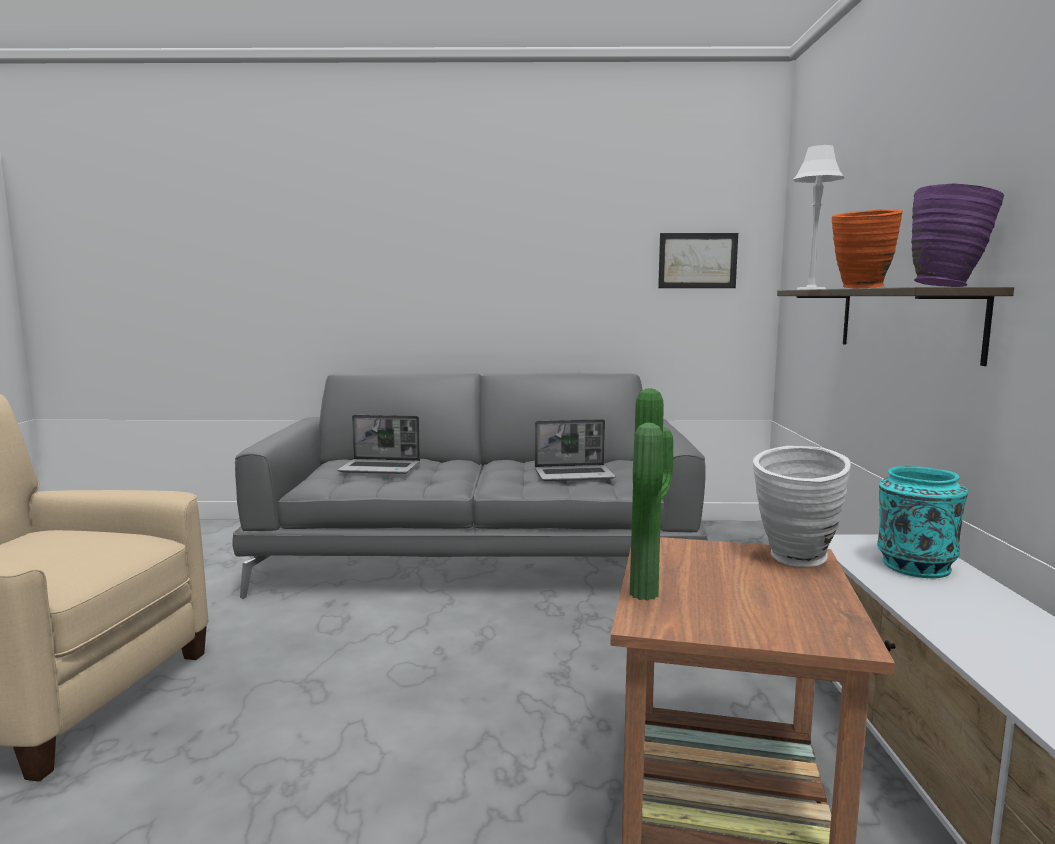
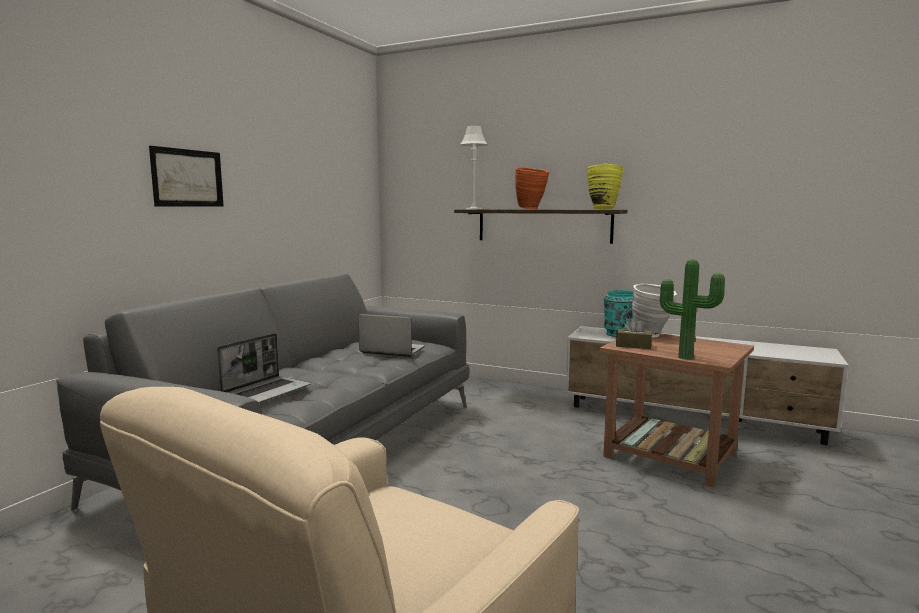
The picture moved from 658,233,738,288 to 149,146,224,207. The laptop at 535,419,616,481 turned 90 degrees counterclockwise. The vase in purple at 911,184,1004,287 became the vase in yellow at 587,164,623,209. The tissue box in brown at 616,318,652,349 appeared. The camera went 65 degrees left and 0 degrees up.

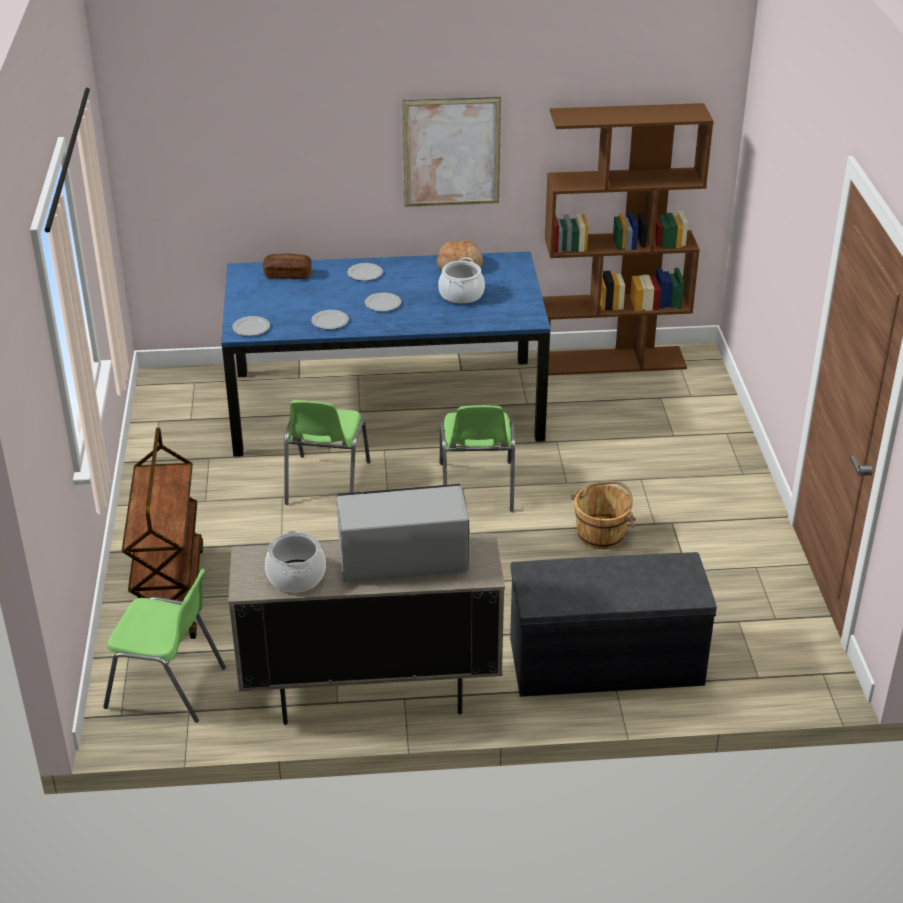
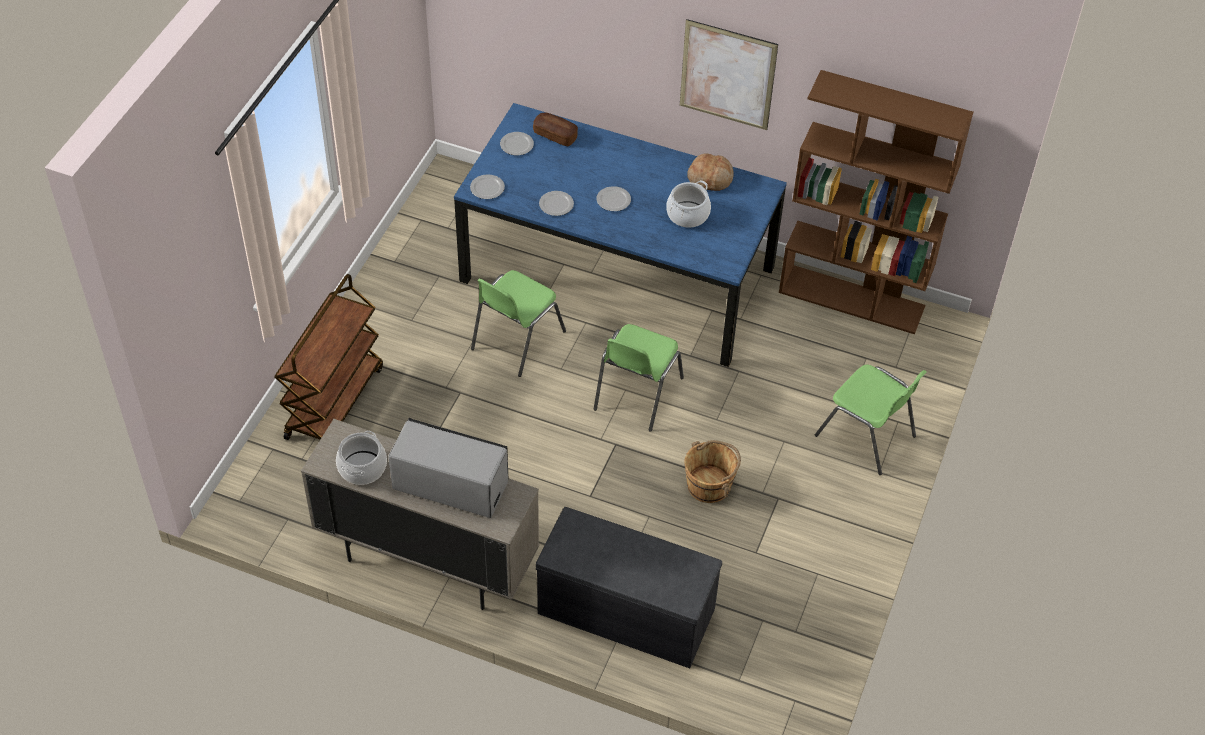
The plate moved from 347,263,383,281 to 500,132,534,155. The chair in green moved from 103,569,226,723 to 815,364,927,475. The camera went 25 degrees right and 15 degrees up.

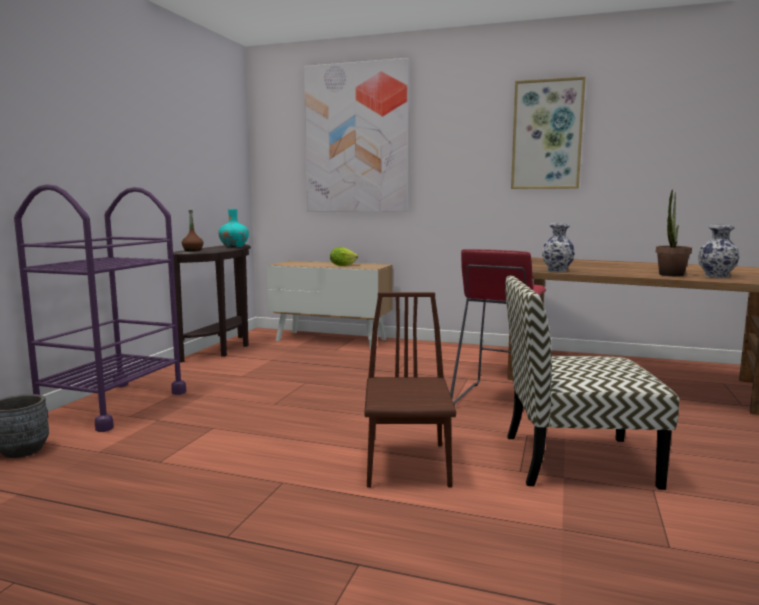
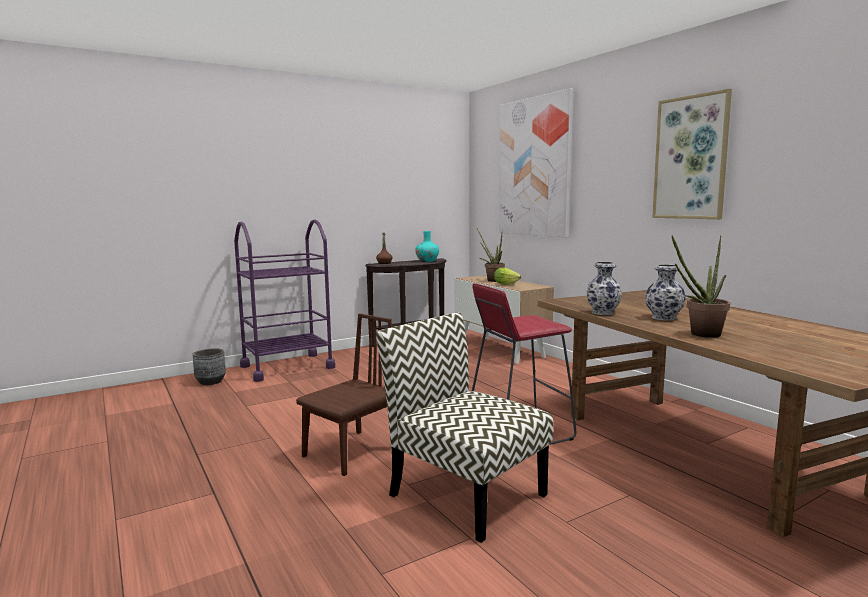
The potted plant at 477,229,505,282 appeared. The vase moved from 698,225,740,278 to 645,264,686,321. The camera went 40 degrees right and 0 degrees up.

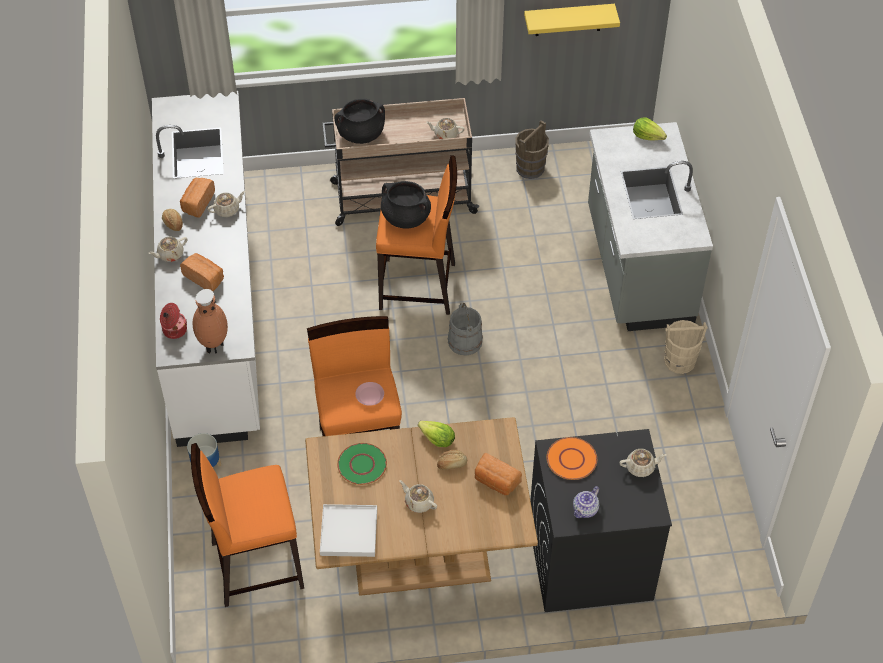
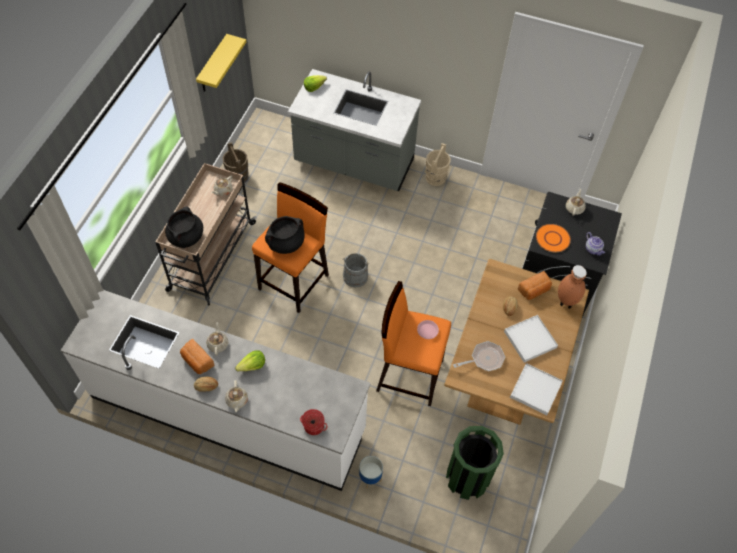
The lettuce moved from 418,421,455,447 to 235,350,265,371. The stool in orange at 191,443,304,607 was replaced by the trash can in green at 446,426,504,500. The plate in green at 337,443,387,485 was replaced by the frying pan at 453,341,505,371. The teapot in beige at 399,480,438,513 was replaced by the tray in white at 504,315,558,363. The vase in brown moved from 193,289,228,354 to 558,265,587,309. The bread at 180,253,224,291 disappeared. The camera went 65 degrees left and 5 degrees up.

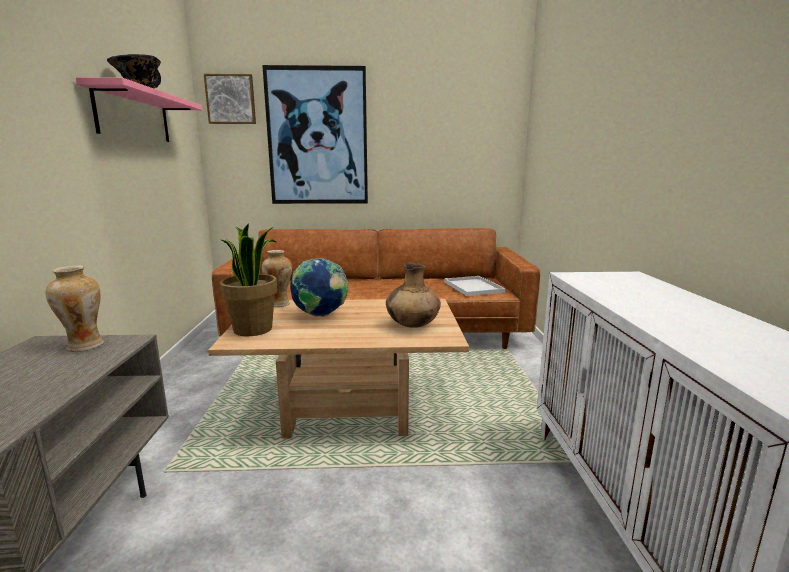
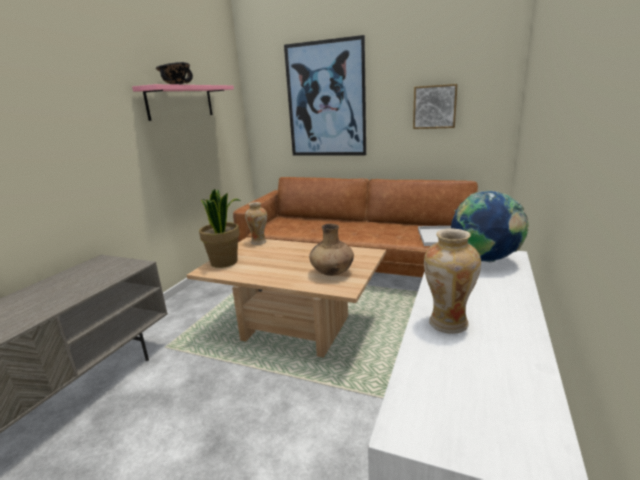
The picture moved from 204,74,256,124 to 413,84,458,129. The vase moved from 46,265,104,352 to 424,229,481,334. The globe moved from 290,258,348,317 to 451,191,529,262. The camera went 25 degrees right and 5 degrees up.

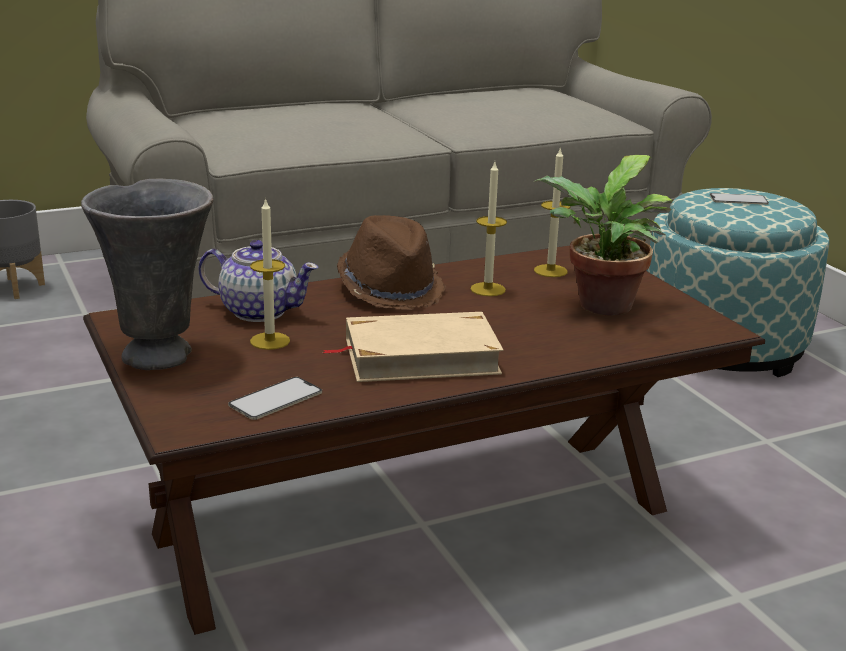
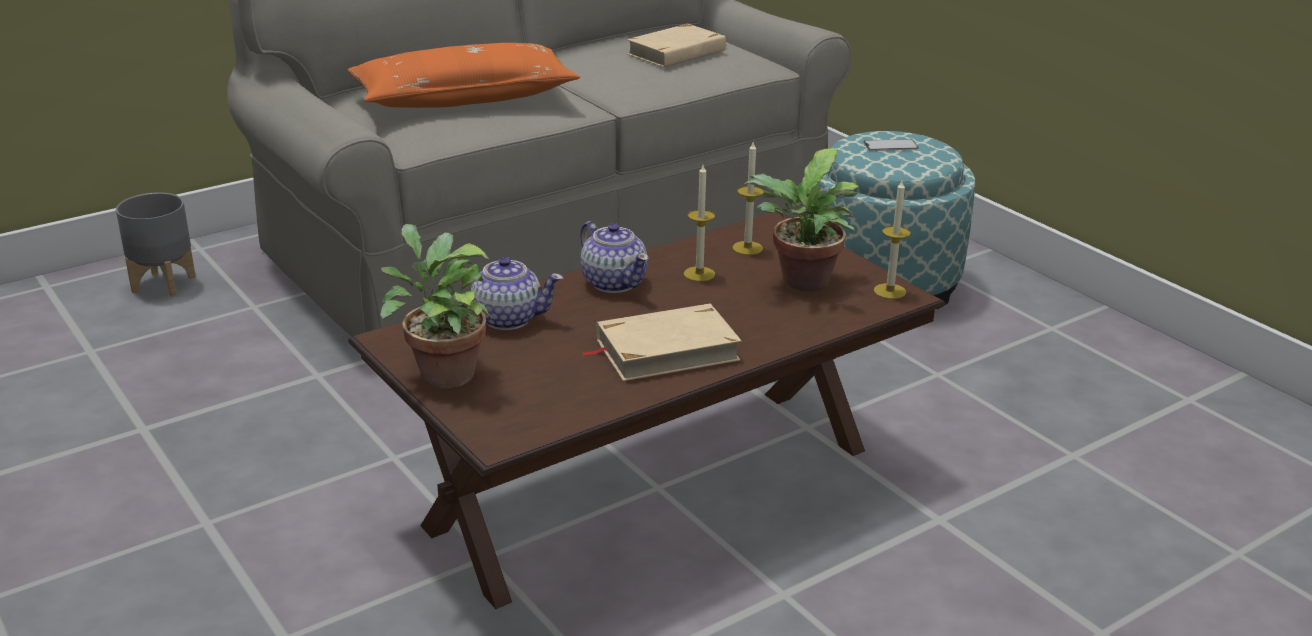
The pillow in orange at 347,43,580,108 appeared. The vase in grey at 81,179,214,370 was replaced by the potted plant at 380,224,492,389. The hat in brown at 337,215,447,310 was replaced by the teapot at 580,221,649,293. The book in beige at 627,24,727,68 appeared. The candle moved from 250,197,290,350 to 874,181,911,299. The phone at 228,377,322,420 disappeared. The camera went 10 degrees left and 5 degrees up.

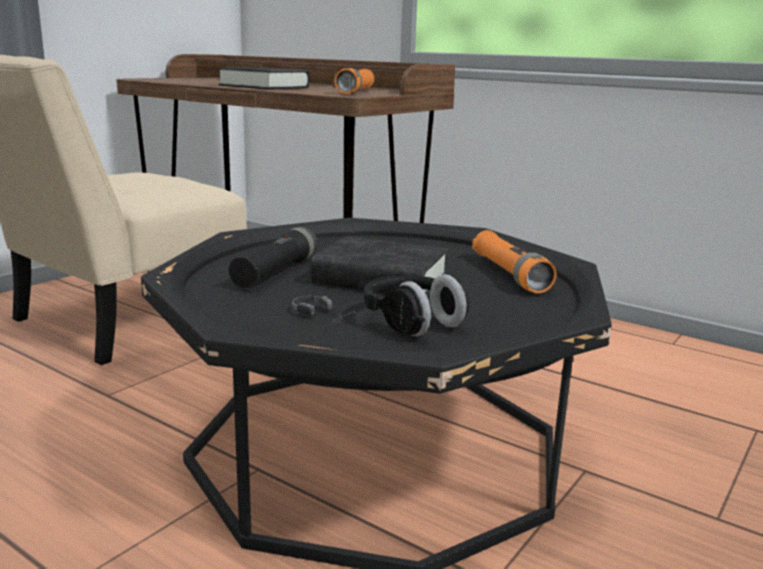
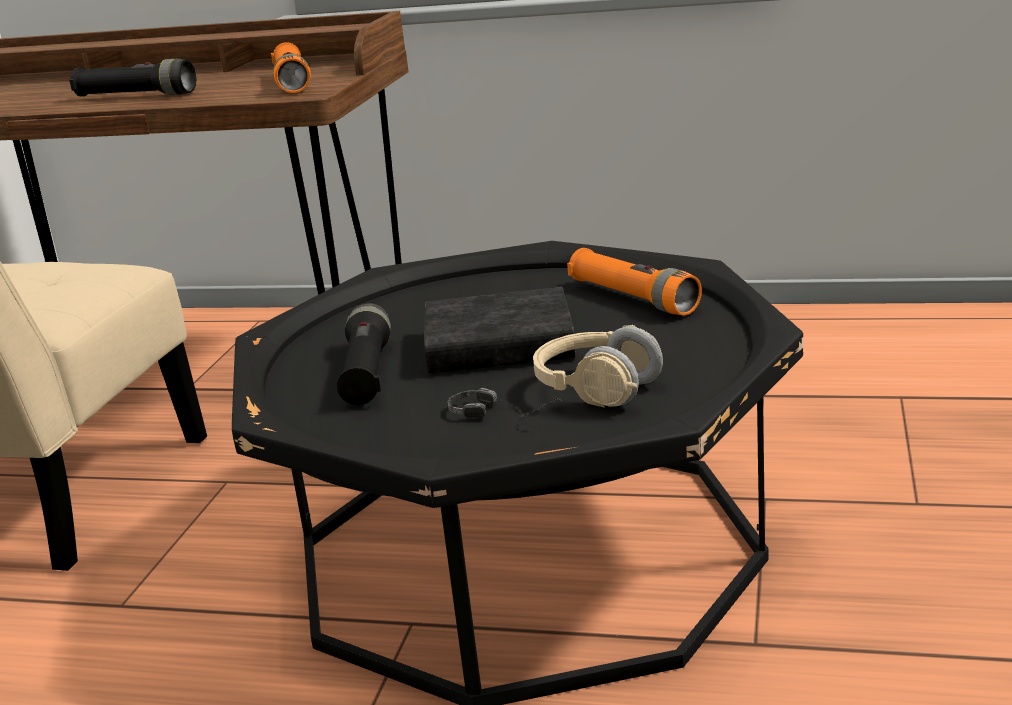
The book in black at 218,67,310,90 was replaced by the flashlight in black at 69,59,196,96. The headphones in black at 364,274,469,336 became the headphones in beige at 533,325,663,408. The camera went 20 degrees left and 5 degrees up.

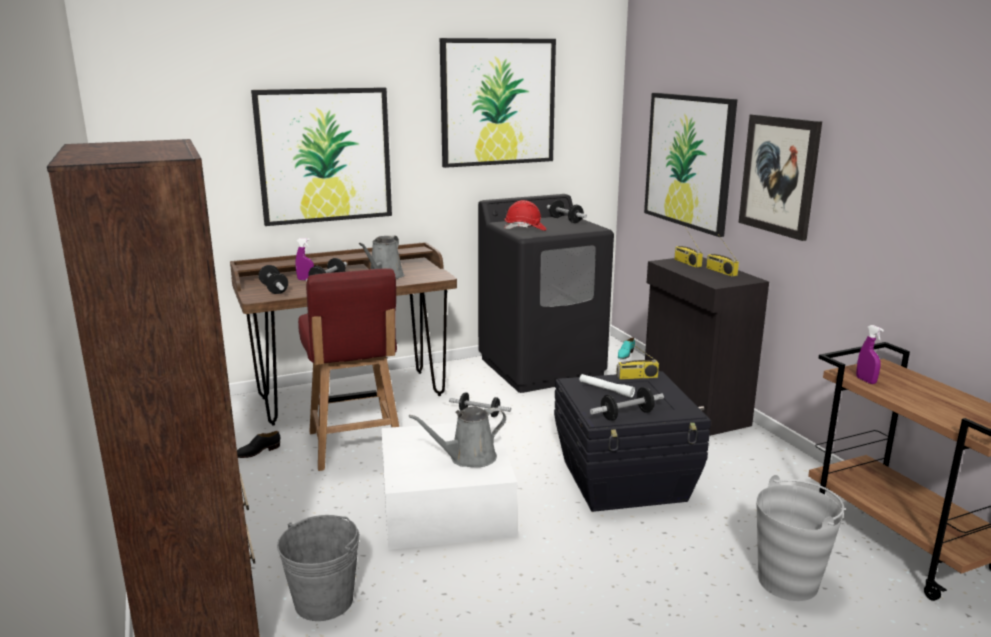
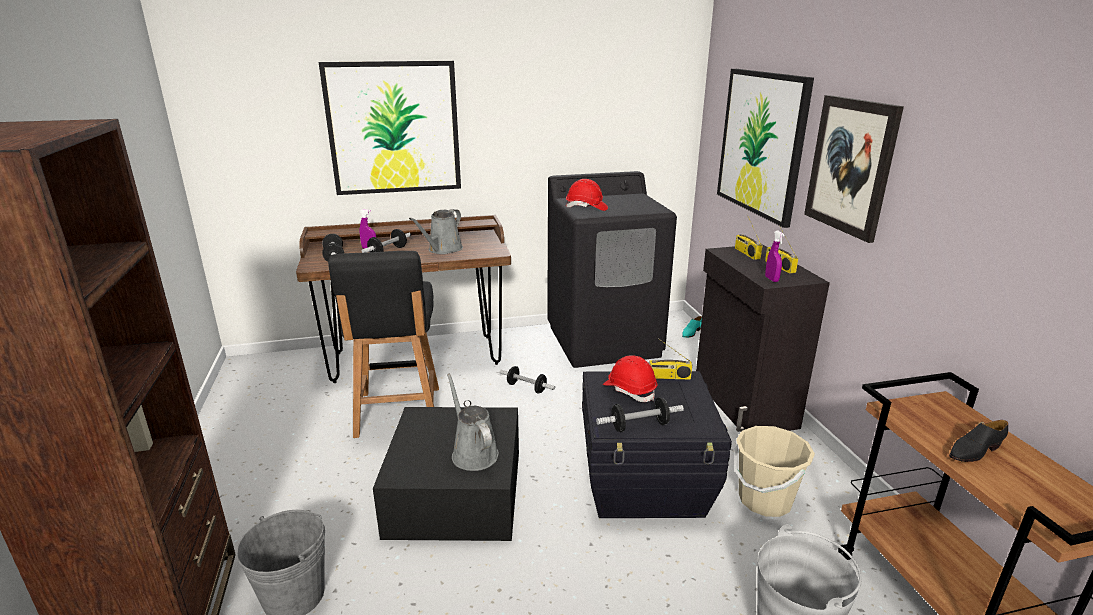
The chair in red at 298,269,399,471 became the chair in black at 328,251,439,438. The storage box in white at 381,420,517,550 became the storage box in black at 373,407,519,541. The watering can in grey at 409,407,506,467 turned 75 degrees clockwise. The flashlight in white at 580,374,635,398 was replaced by the hard hat in red at 603,355,657,402. The bucket in beige at 734,426,815,517 appeared. The spray bottle in purple moved from 856,325,884,384 to 765,231,784,282. The shoe in black moved from 237,431,280,458 to 949,420,1008,462. The picture at 440,38,556,168 disappeared. The dumbbell at 547,200,587,223 disappeared. The camera went 10 degrees right and 5 degrees up.

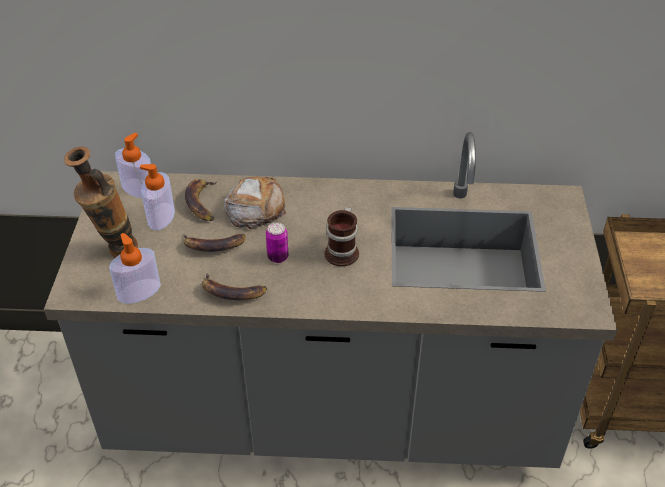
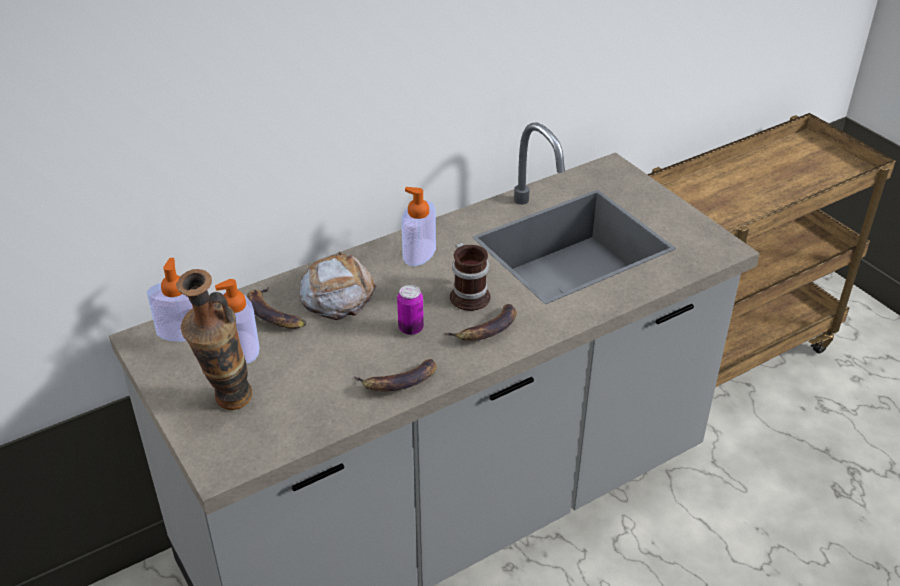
The soap dispenser moved from 109,233,161,304 to 401,187,436,266. The banana moved from 183,234,246,252 to 444,304,517,341. The camera went 35 degrees left and 5 degrees down.

